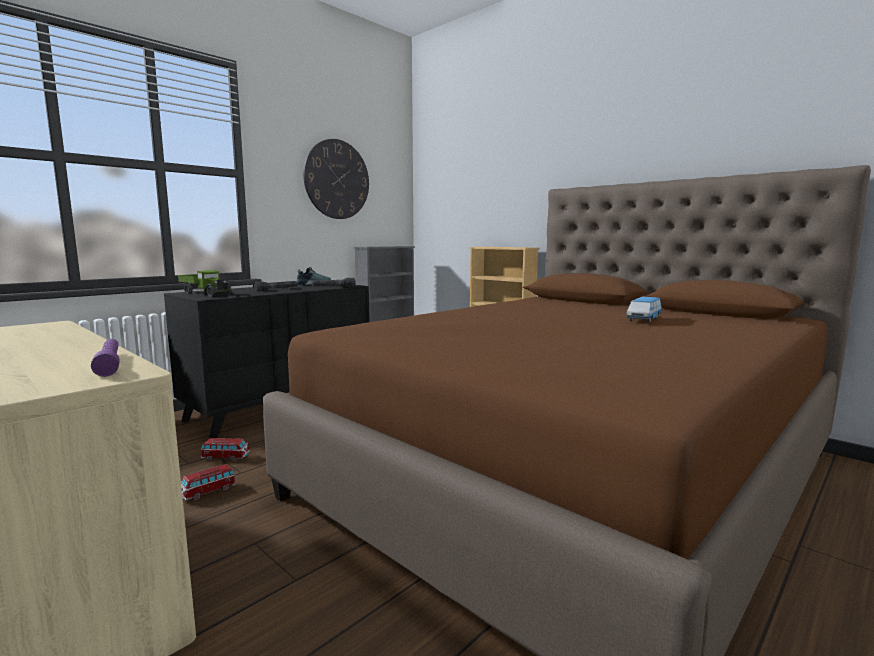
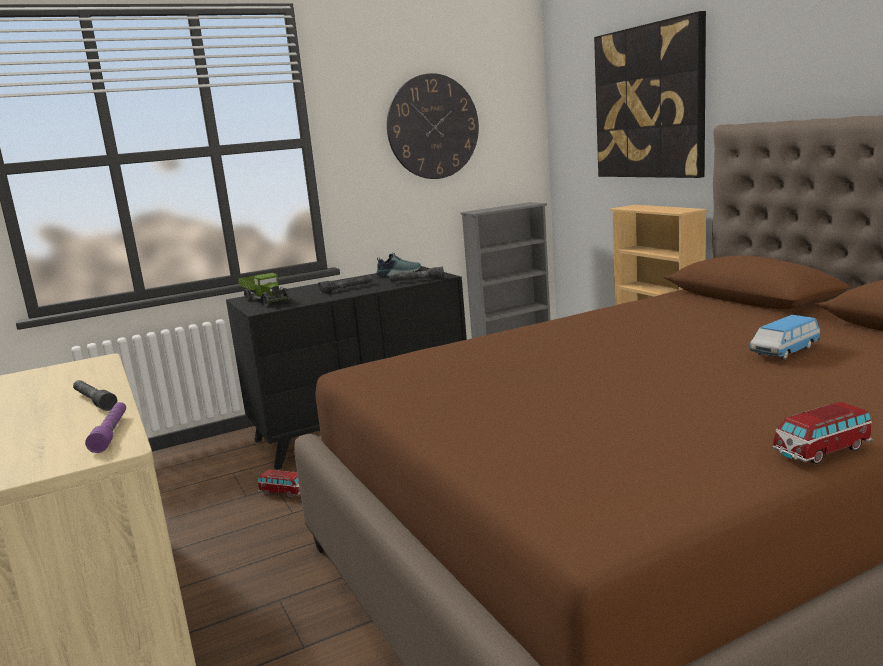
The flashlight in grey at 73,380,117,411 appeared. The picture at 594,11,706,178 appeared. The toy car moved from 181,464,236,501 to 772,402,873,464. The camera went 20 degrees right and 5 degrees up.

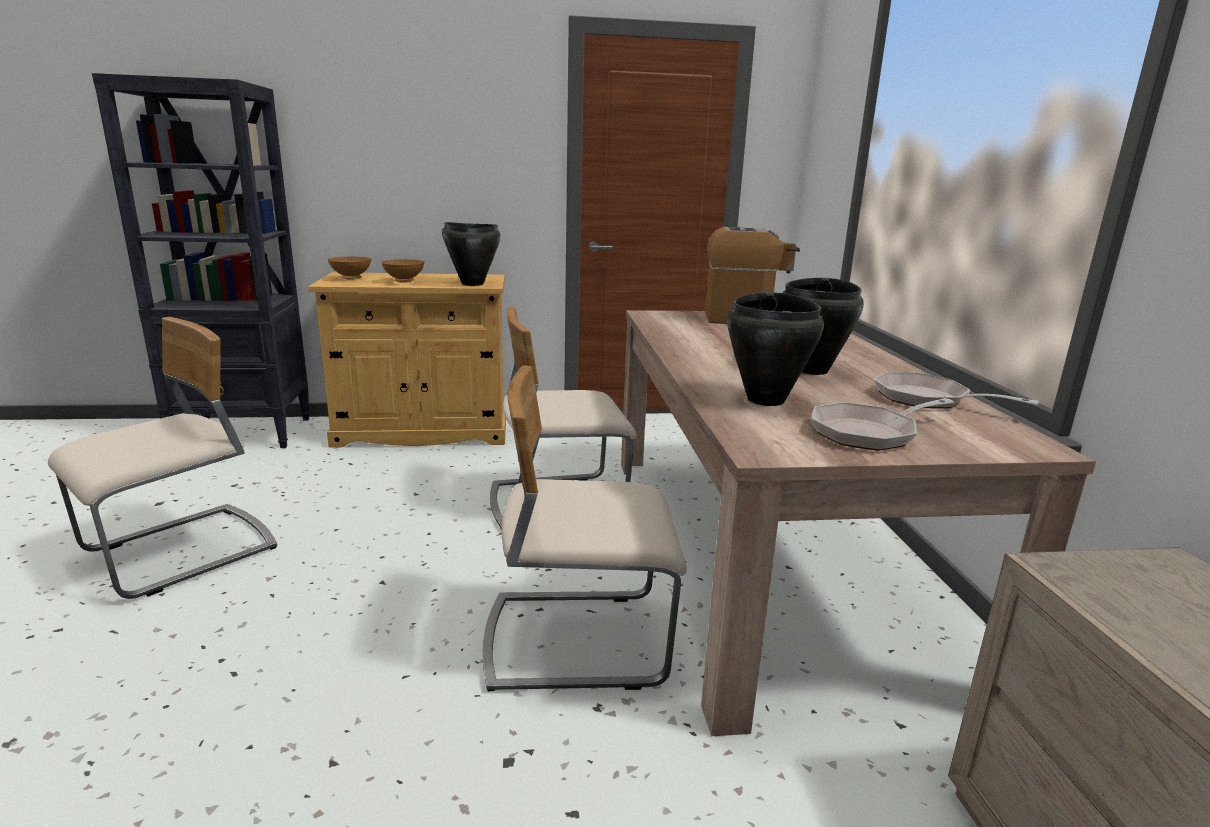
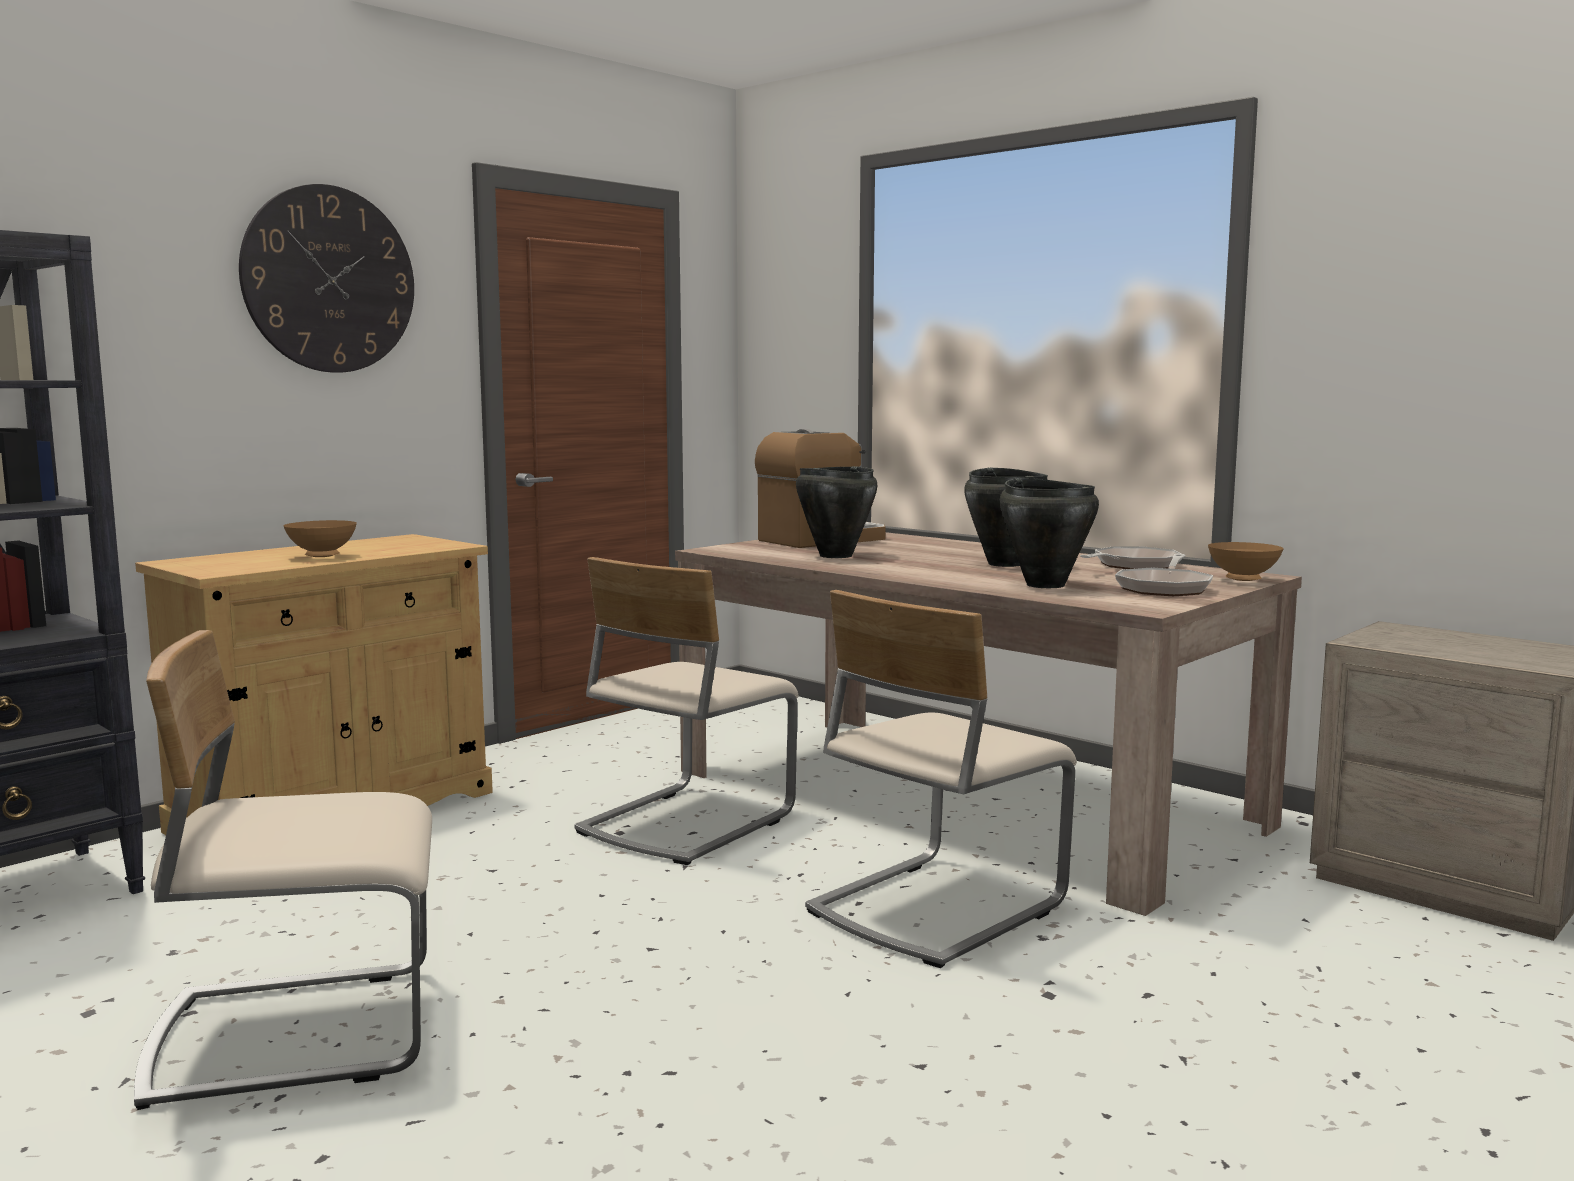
The chair in beige at 48,317,277,599 turned 105 degrees counterclockwise. The wall clock at 239,184,414,373 appeared. The cooking pot in black moved from 442,222,500,286 to 796,466,877,558. The frying pan at 874,372,1039,408 turned 135 degrees clockwise. The bowl in brown moved from 328,257,372,280 to 1208,542,1284,581. The camera went 40 degrees left and 10 degrees down.

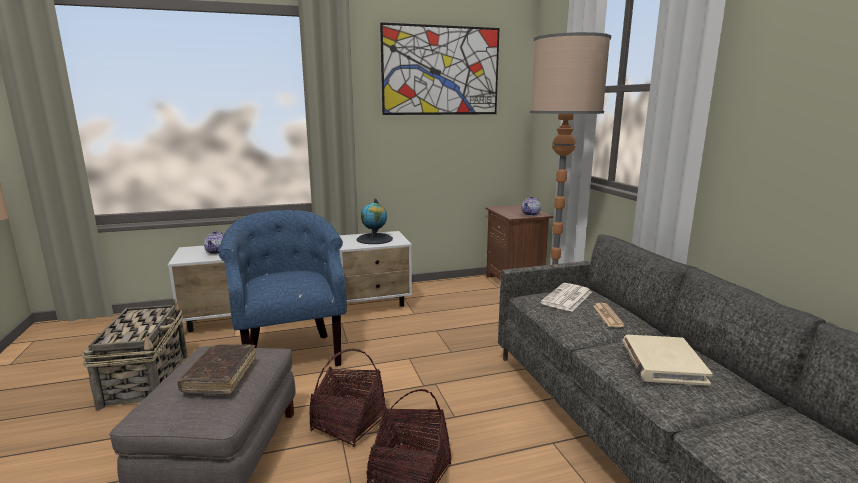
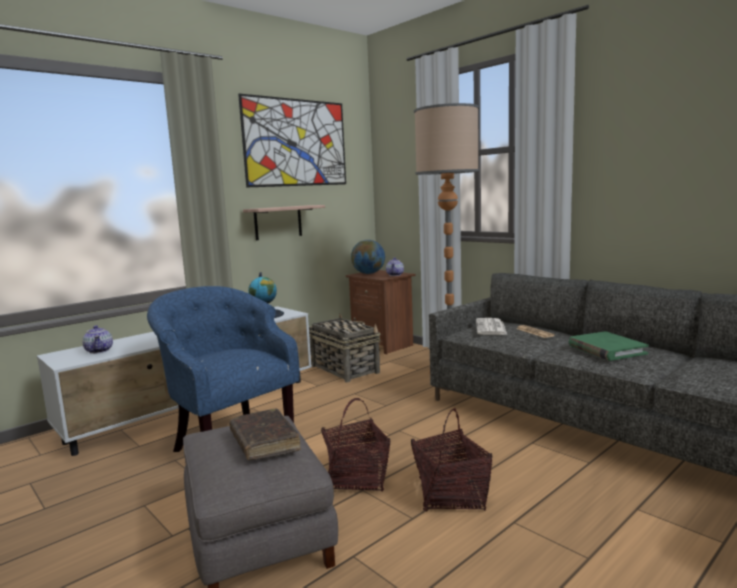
The shelf at 243,205,325,240 appeared. The basket moved from 82,299,188,410 to 309,313,381,383. The globe at 351,240,385,274 appeared. The book in beige at 623,335,713,386 became the book in green at 569,331,649,361. The camera went 25 degrees left and 5 degrees down.

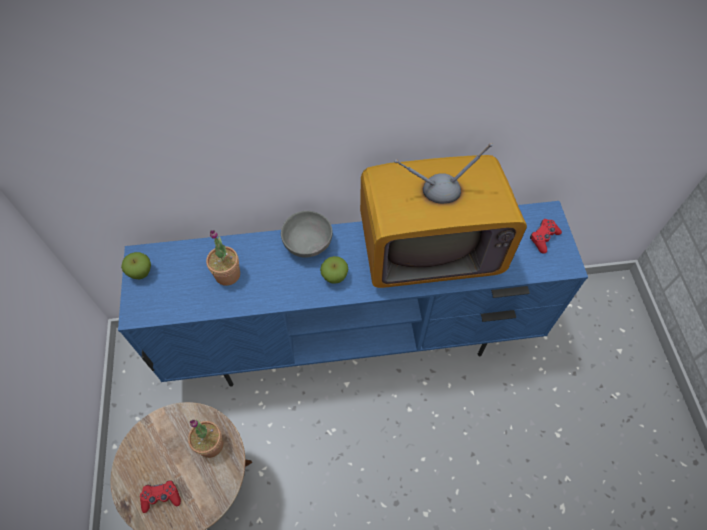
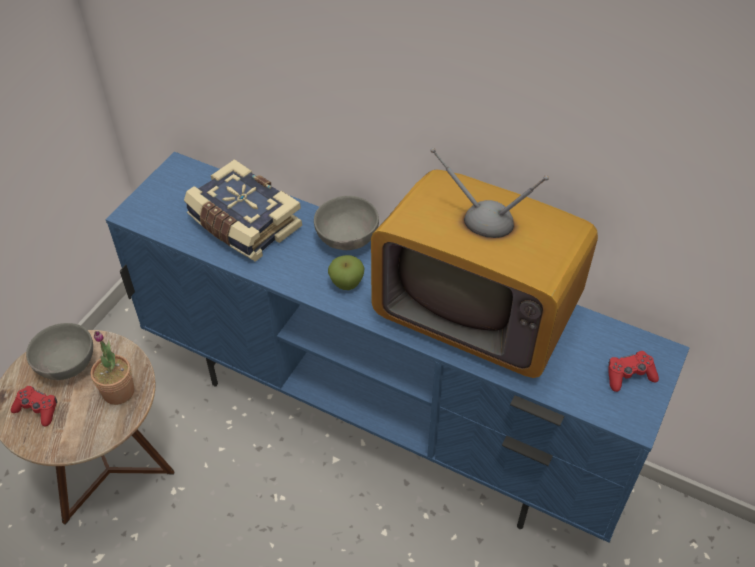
The bowl in grey at 26,323,93,380 appeared. The potted plant at 206,230,240,286 was replaced by the book at 184,159,302,262. The apple at 121,252,151,280 disappeared. The camera went 35 degrees right and 10 degrees down.

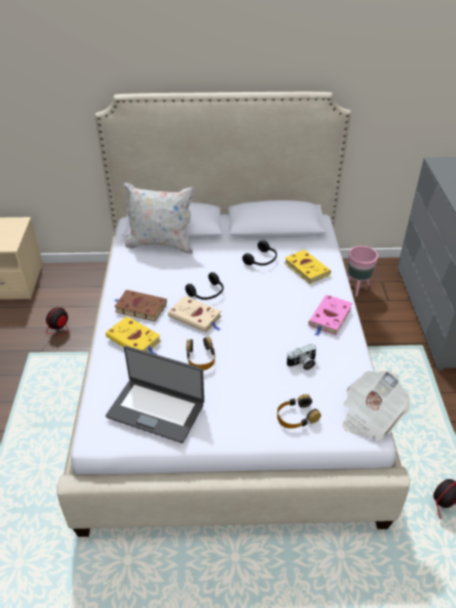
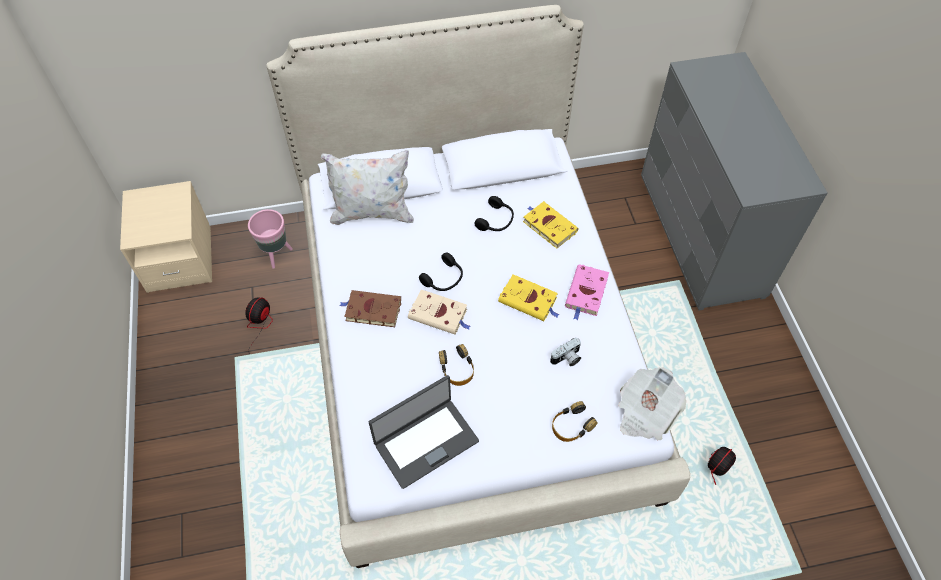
The planter in pink moved from 348,246,378,297 to 248,209,293,269. The laptop at 106,346,204,443 turned 45 degrees counterclockwise. The book in yellow moved from 106,316,161,355 to 498,274,559,321. The camera went 10 degrees left and 15 degrees up.

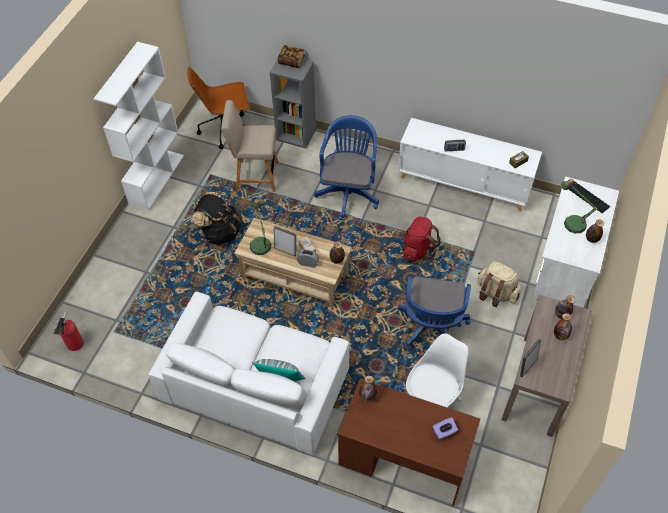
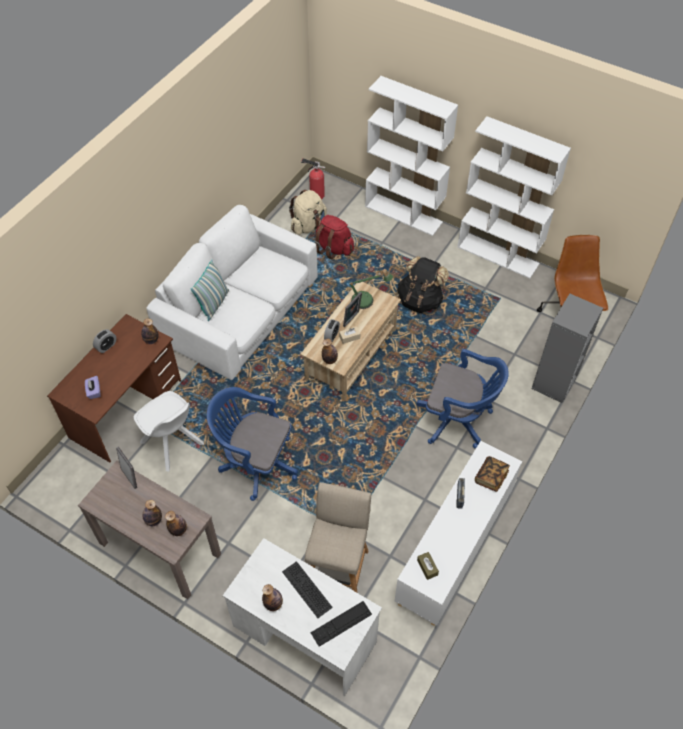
The alarm clock at 93,329,116,353 appeared. The table lamp at 561,179,598,233 was replaced by the keyboard at 282,561,333,618. The backpack in beige moved from 477,262,521,307 to 289,190,327,235. The chair in beige moved from 221,100,279,192 to 305,482,371,593. The backpack in red moved from 402,216,441,262 to 314,215,354,259. The bookcase in white at 365,76,458,236 appeared. The book moved from 278,45,305,68 to 475,456,510,492. The camera went 100 degrees right and 0 degrees up.

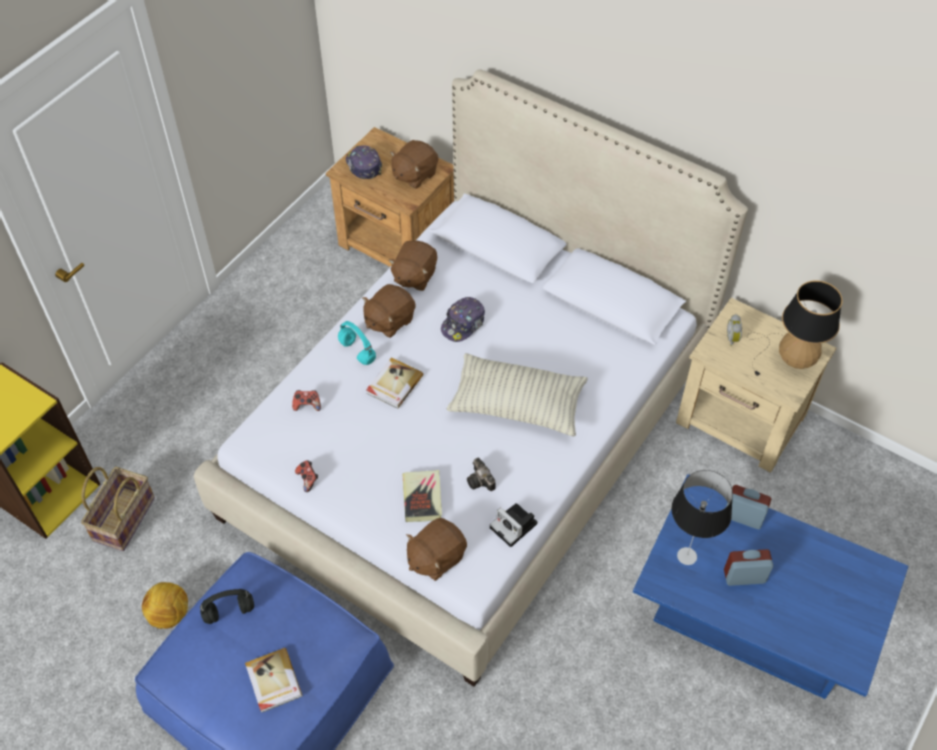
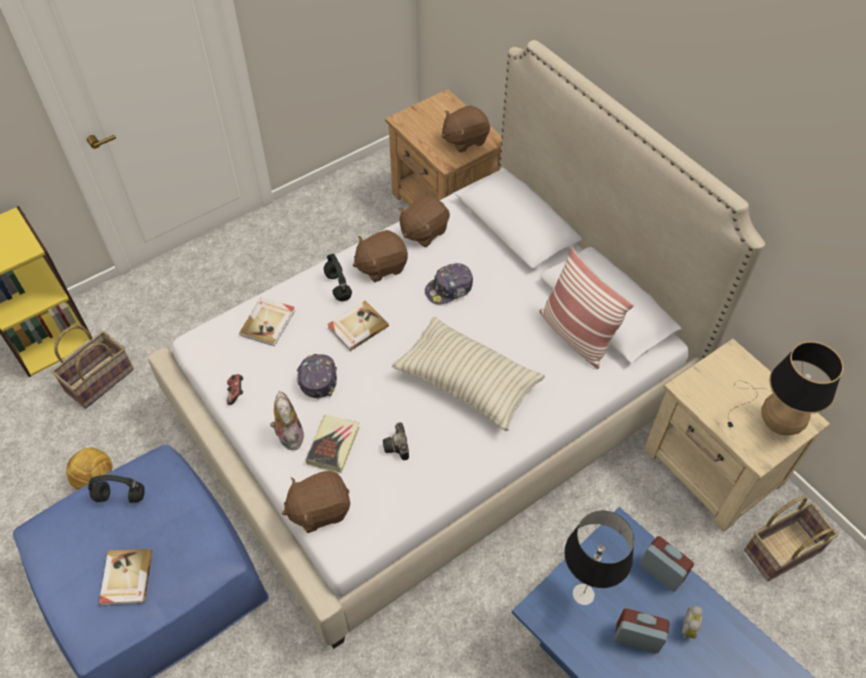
The game controller at 292,390,321,411 was replaced by the book at 239,297,295,346. The plush toy at 270,391,304,450 appeared. The cap moved from 346,145,382,179 to 297,354,337,399. The headphones in turquoise at 338,321,376,365 became the headphones in black at 324,254,352,301. The pillow at 540,248,634,369 appeared. The alarm clock moved from 727,314,742,346 to 682,606,703,639. The basket at 744,496,838,581 appeared. The photo camera at 490,503,537,547 disappeared. The camera went 20 degrees right and 0 degrees up.

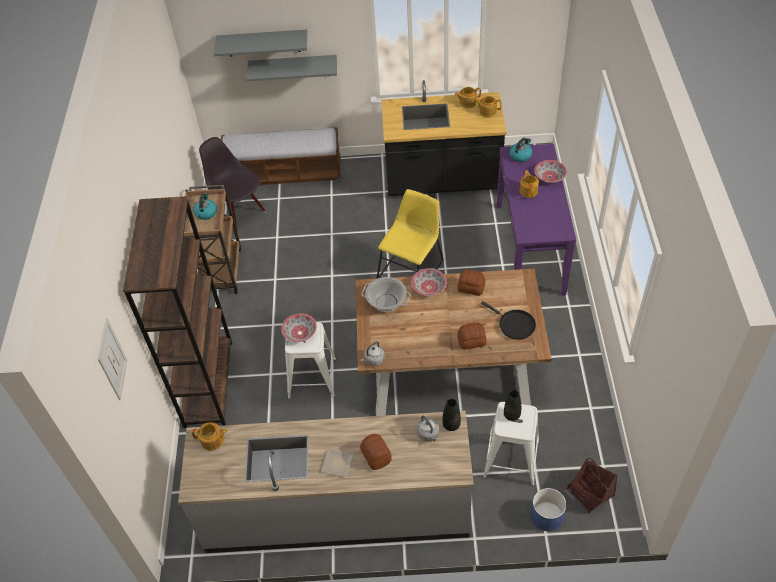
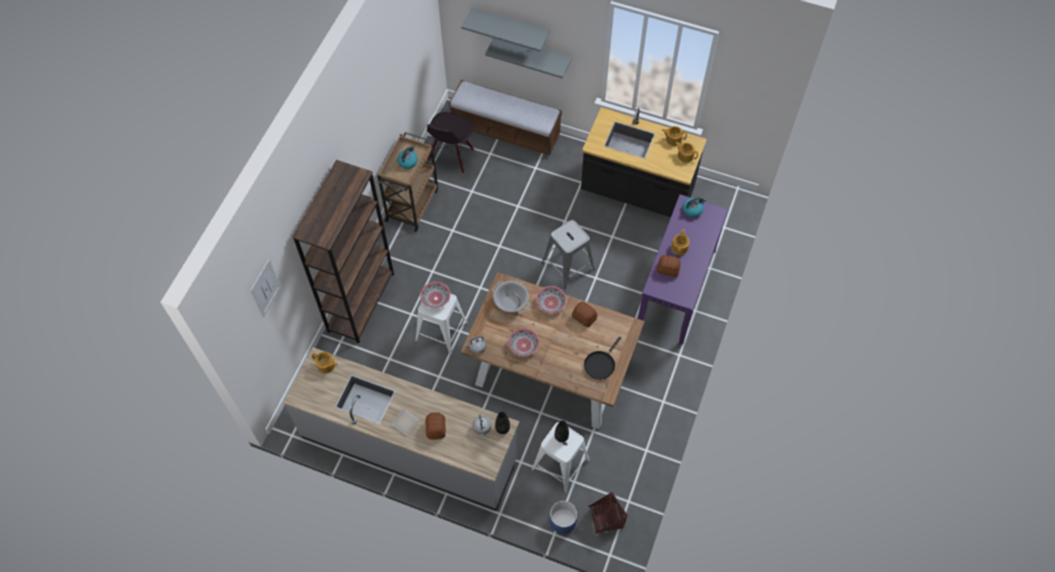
The chair in black at 199,137,266,229 turned 135 degrees counterclockwise. The bowl moved from 534,160,567,183 to 508,328,539,356. The chair in yellow at 376,189,444,279 was replaced by the stool in grey at 542,220,595,290. The frying pan in black at 481,301,536,340 turned 60 degrees clockwise. The bread moved from 457,323,487,350 to 657,255,681,277. The camera went 20 degrees right and 10 degrees up.

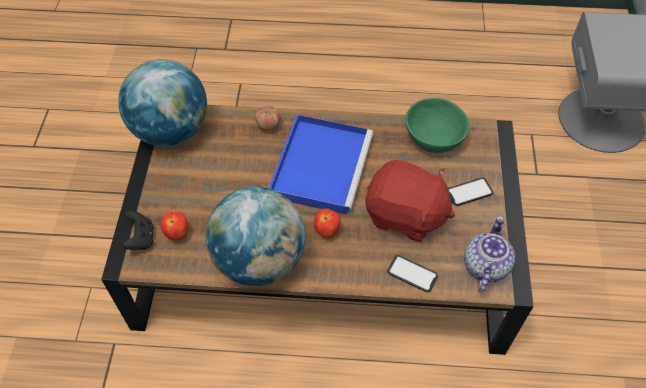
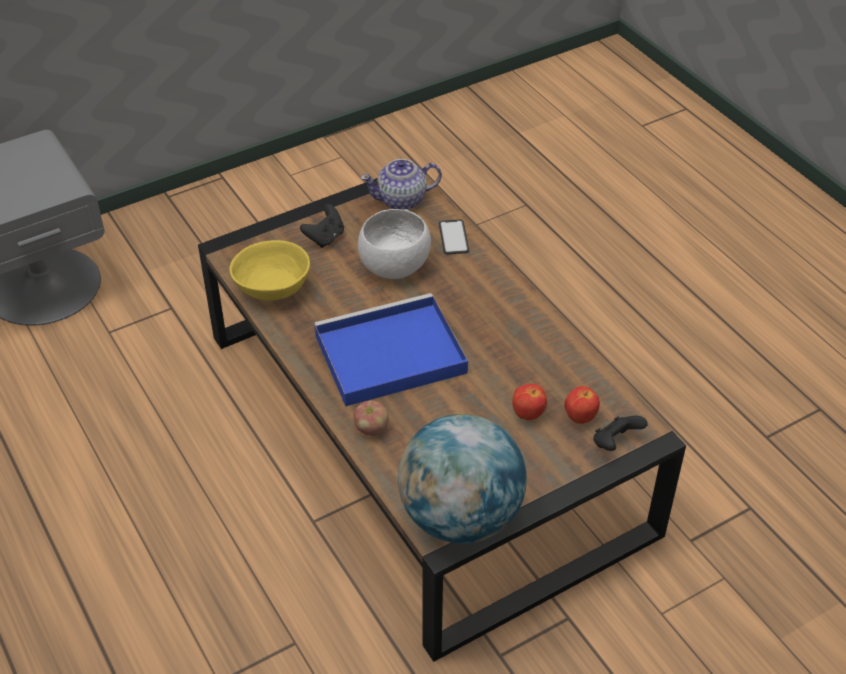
The bowl in green at 405,98,469,153 became the bowl in yellow at 229,240,310,301. The phone at 448,177,494,206 was replaced by the game controller in black at 300,204,344,248. The plush toy in red at 365,160,455,242 was replaced by the bowl in white at 358,209,431,279. The apple moved from 314,209,340,238 to 512,384,547,420. The globe at 206,187,305,286 disappeared. The camera went 125 degrees left and 10 degrees down.

